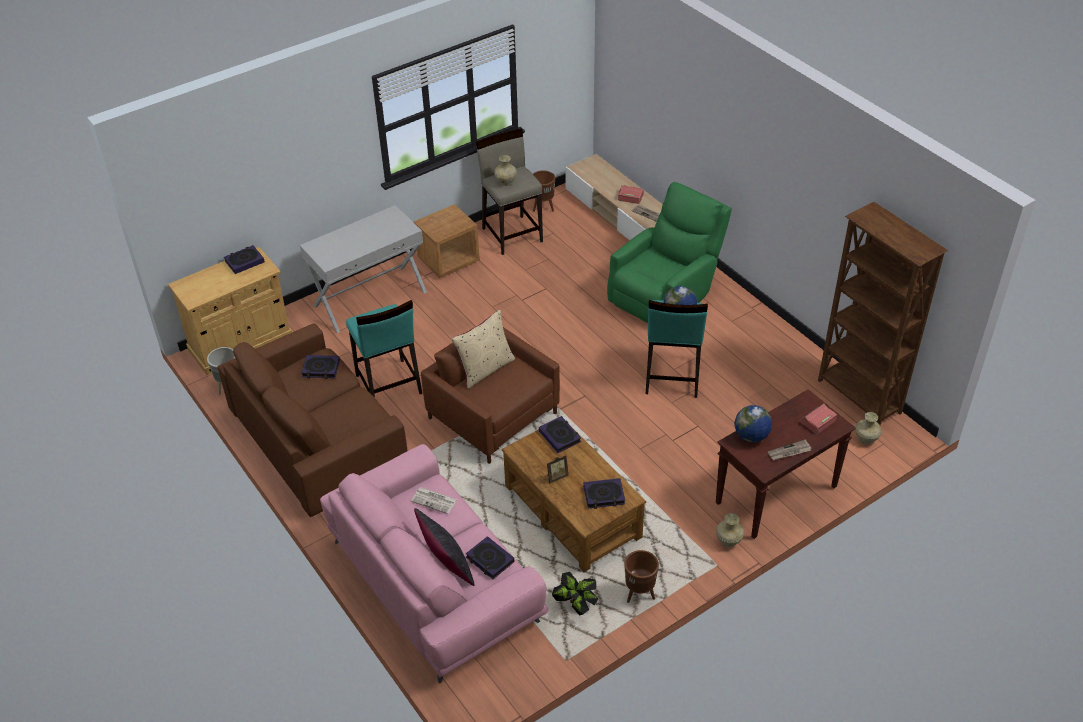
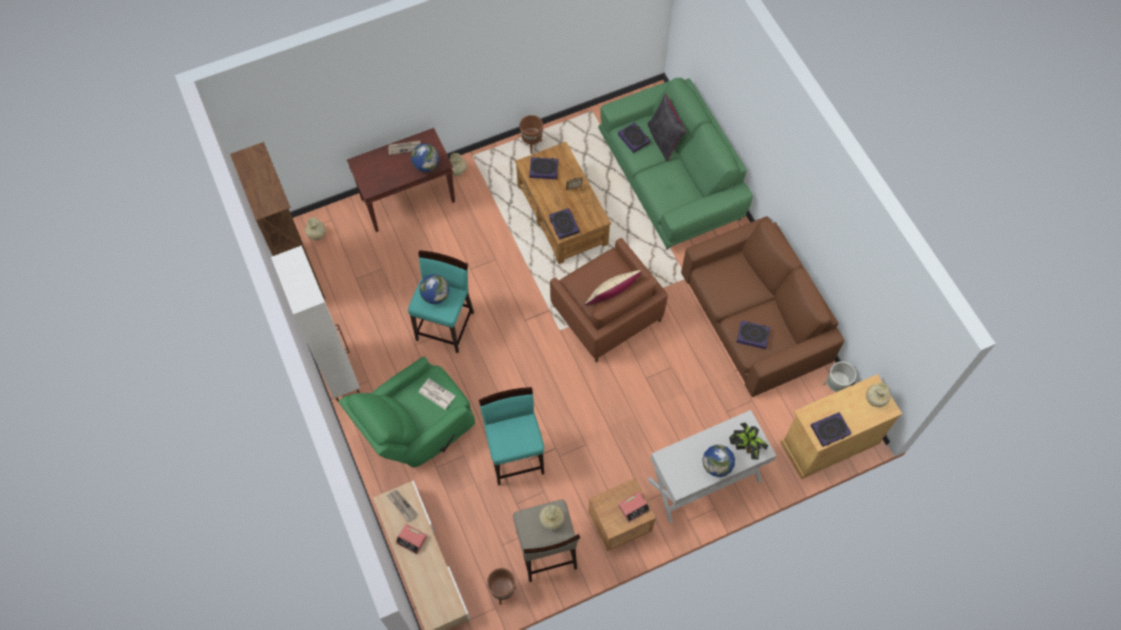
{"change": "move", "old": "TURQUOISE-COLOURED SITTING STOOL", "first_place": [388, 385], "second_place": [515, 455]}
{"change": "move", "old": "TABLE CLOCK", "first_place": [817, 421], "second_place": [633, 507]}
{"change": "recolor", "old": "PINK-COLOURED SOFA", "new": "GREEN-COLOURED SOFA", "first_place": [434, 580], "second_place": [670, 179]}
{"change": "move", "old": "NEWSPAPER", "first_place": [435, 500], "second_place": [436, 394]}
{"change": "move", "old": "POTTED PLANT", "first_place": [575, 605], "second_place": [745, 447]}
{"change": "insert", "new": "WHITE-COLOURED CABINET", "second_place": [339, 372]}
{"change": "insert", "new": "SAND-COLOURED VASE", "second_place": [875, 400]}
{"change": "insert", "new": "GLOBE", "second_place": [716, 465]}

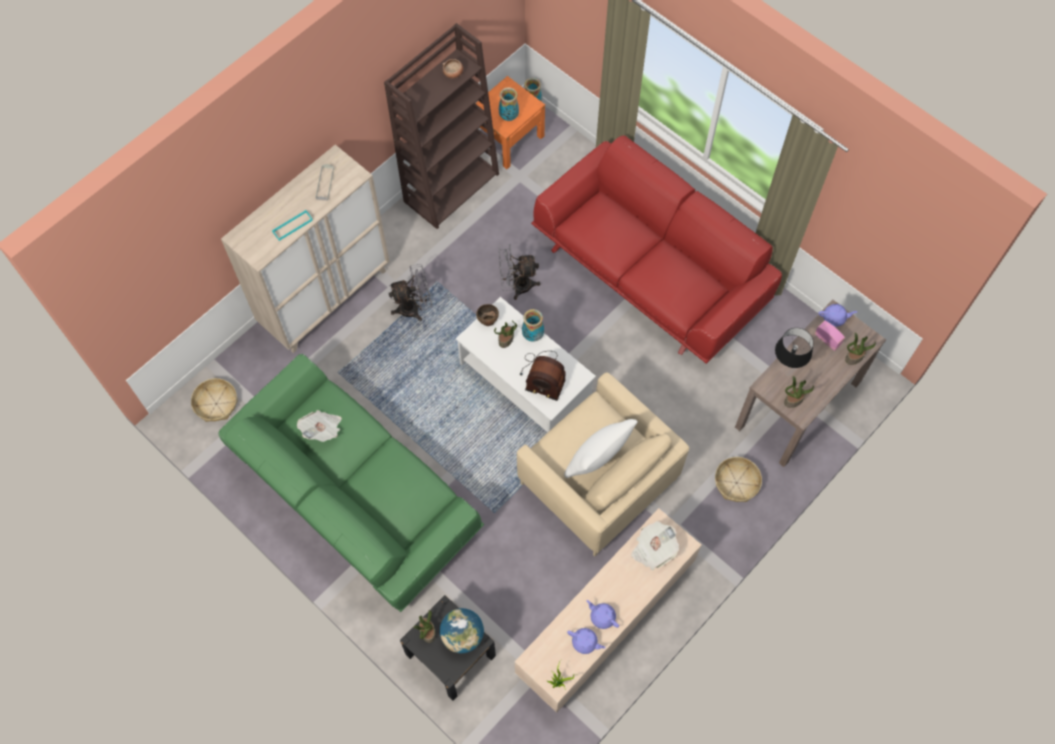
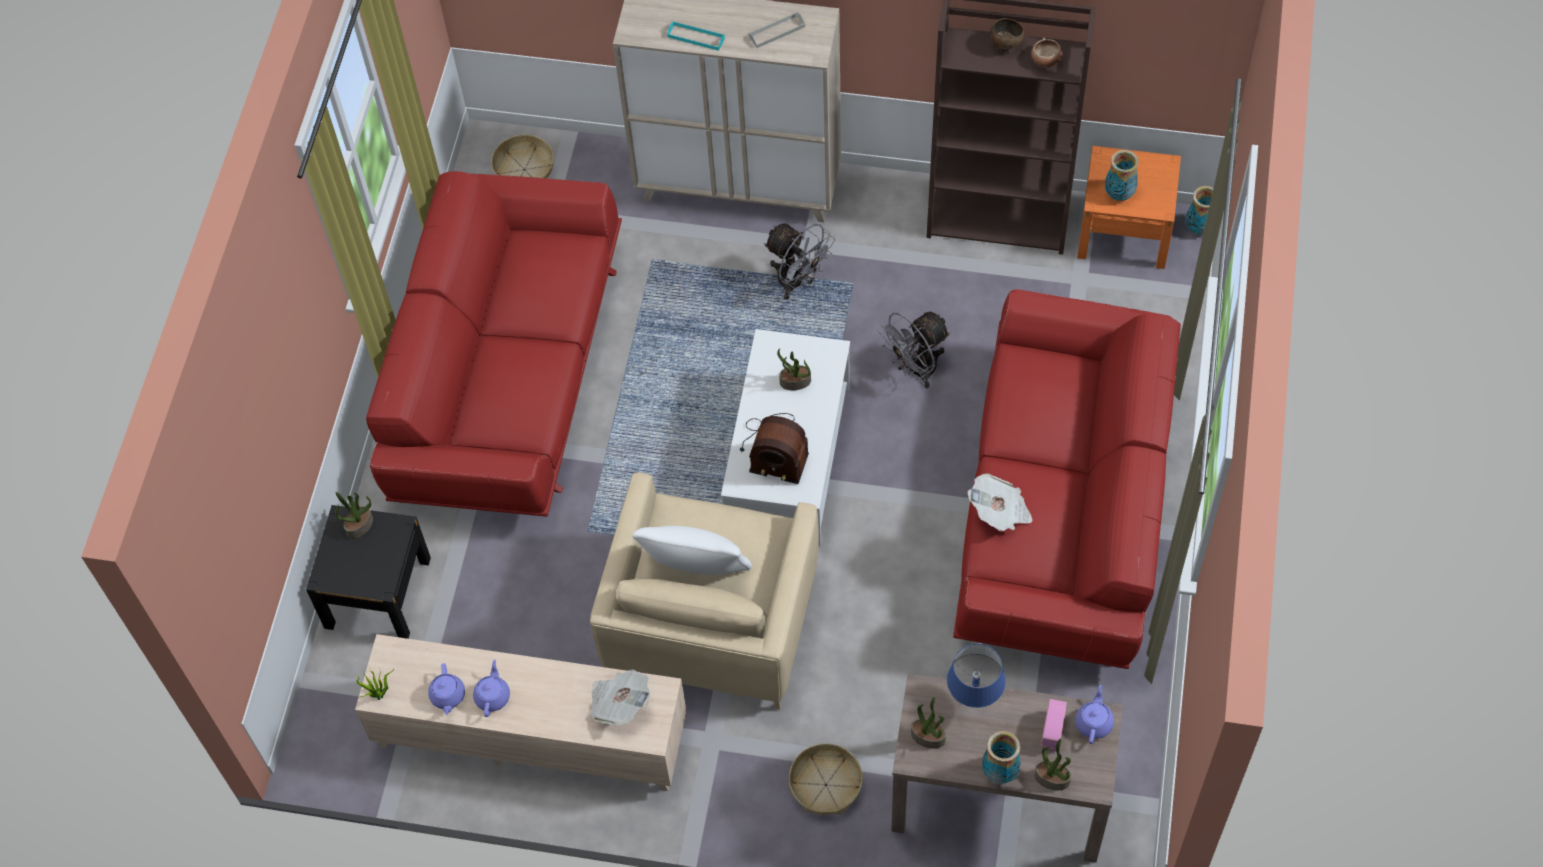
{"change": "rotate", "old": "GRAY COOLING FAN", "first_place": [516, 286], "second_place": [915, 370], "degrees": -90}
{"change": "move", "old": "BROWN DEEP DISH", "first_place": [487, 320], "second_place": [1005, 46]}
{"change": "rotate", "old": "PURPLISH TEAPOT", "first_place": [834, 318], "second_place": [1094, 722], "degrees": -135}
{"change": "move", "old": "VASE", "first_place": [532, 335], "second_place": [1000, 771]}
{"change": "recolor", "old": "BLACKISH LAMP FOR A TABLE", "new": "BLUE-COLOURED LAMP FOR A TABLE", "first_place": [787, 365], "second_place": [974, 702]}
{"change": "rotate", "old": "RADIO", "first_place": [542, 376], "second_place": [774, 450], "degrees": -60}
{"change": "recolor", "old": "GREEN-COLOURED SOFA", "new": "REDDISH SOFA", "first_place": [354, 495], "second_place": [508, 374]}
{"change": "move", "old": "NEWSPAPER", "first_place": [322, 430], "second_place": [1000, 512]}
{"change": "delete", "old": "GLOBE", "first_place": [462, 635]}

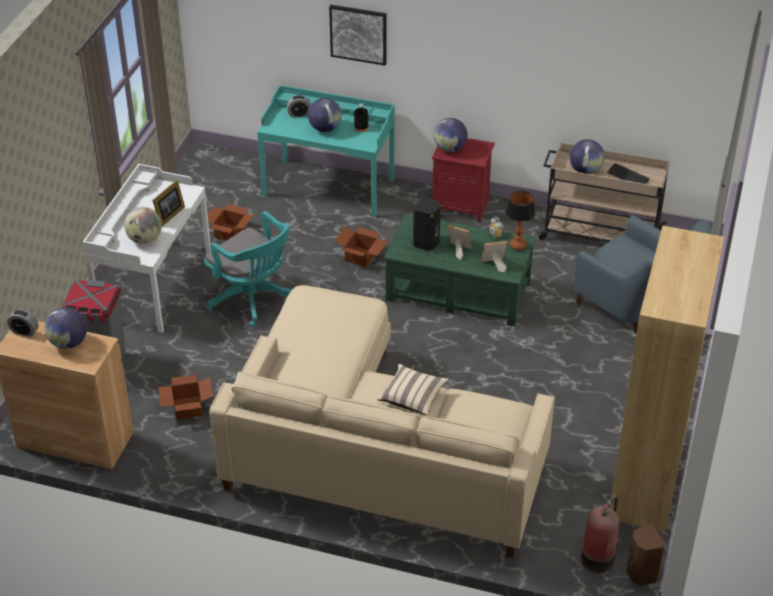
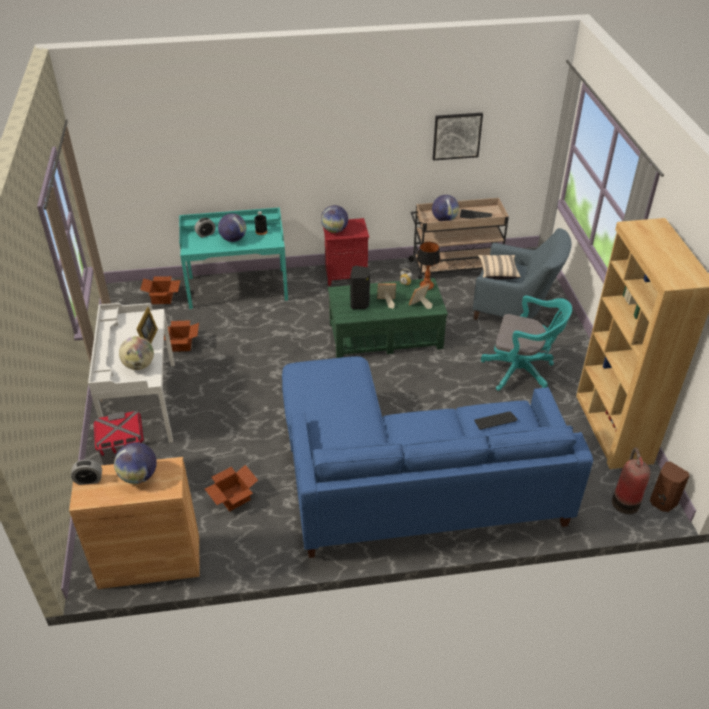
{"change": "move", "old": "WALL PICTURE", "first_place": [358, 34], "second_place": [456, 136]}
{"change": "move", "old": "TURQUOISE-COLOURED DESK CHAIR", "first_place": [253, 300], "second_place": [521, 371]}
{"change": "move", "old": "CARDBOARD BOX", "first_place": [361, 257], "second_place": [163, 298]}
{"change": "recolor", "old": "SAND-COLOURED SOFA", "new": "BLUE-COLOURED SOFA", "first_place": [373, 450], "second_place": [406, 479]}
{"change": "move", "old": "SAND-COLOURED CUSHION", "first_place": [413, 397], "second_place": [498, 272]}
{"change": "insert", "new": "KEYBOARD", "second_place": [495, 421]}

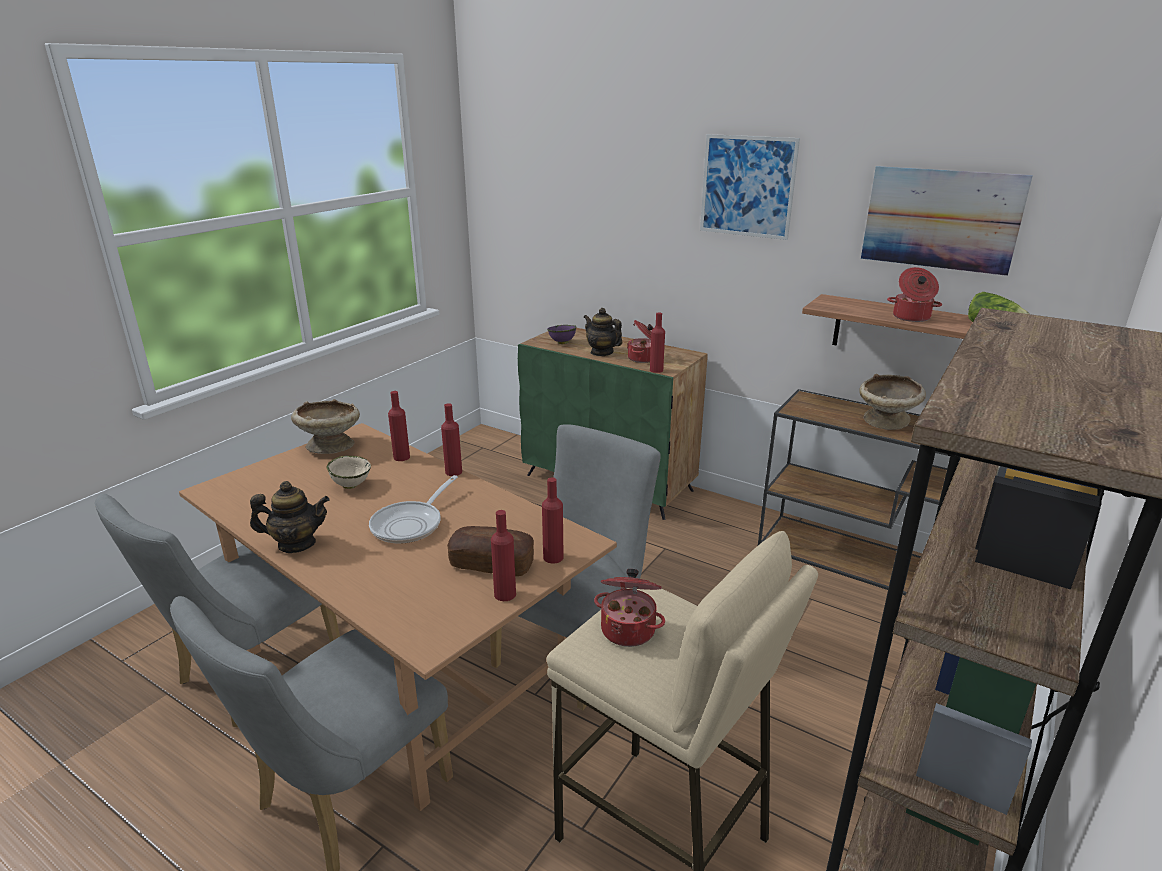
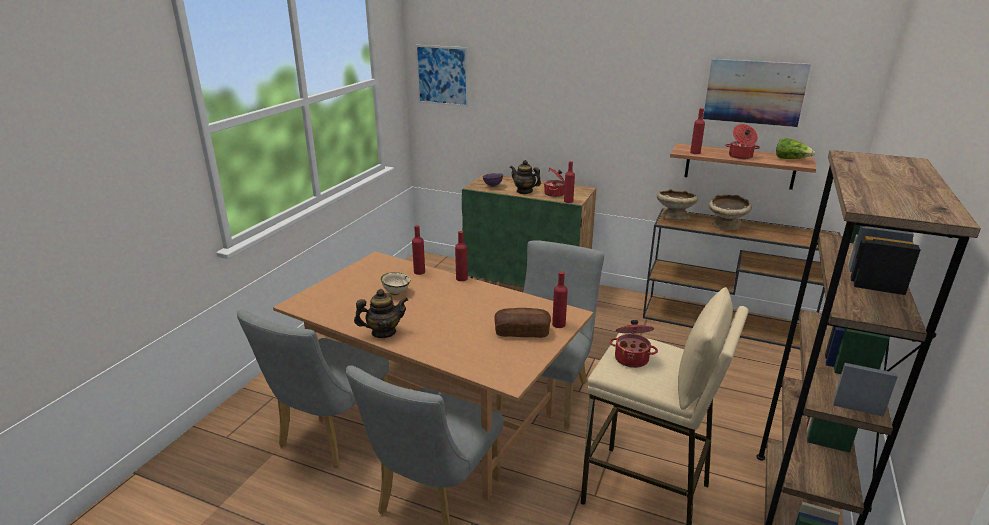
{"change": "move", "old": "WALL PICTURE", "first_place": [747, 186], "second_place": [442, 75]}
{"change": "move", "old": "SAND-COLOURED DEEP DISH", "first_place": [330, 446], "second_place": [674, 217]}
{"change": "delete", "old": "SKILLET", "first_place": [411, 524]}
{"change": "move", "old": "REDDISH DRINK BOTTLE", "first_place": [505, 594], "second_place": [695, 152]}

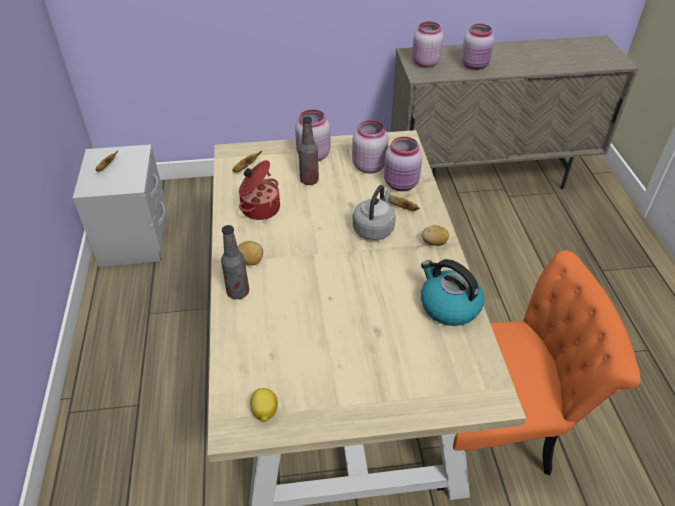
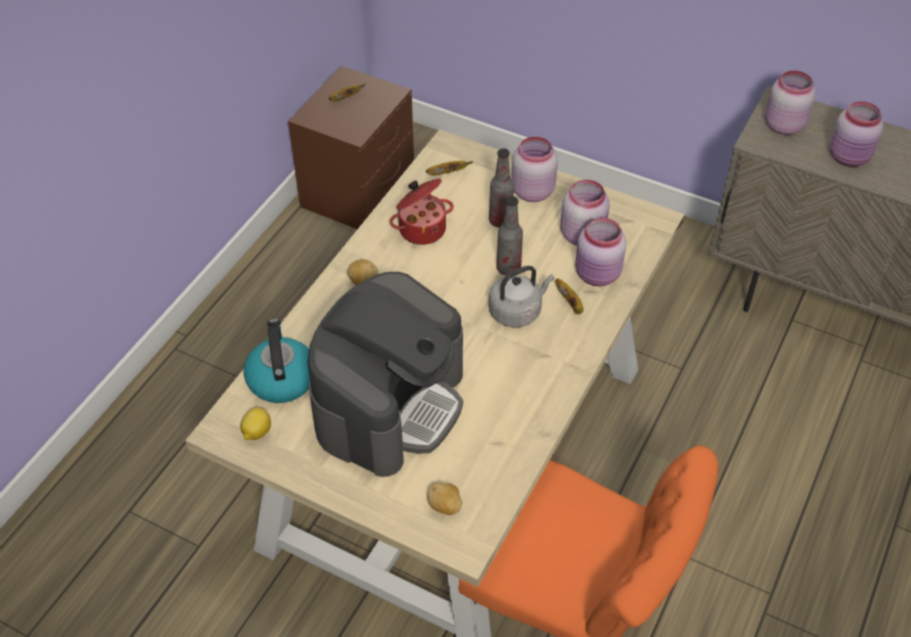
{"change": "recolor", "old": "GRAY NIGHTSTAND", "new": "BROWN NIGHTSTAND", "first_place": [134, 238], "second_place": [357, 191]}
{"change": "move", "old": "DRINK BOTTLE", "first_place": [238, 292], "second_place": [508, 268]}
{"change": "move", "old": "POTATO", "first_place": [434, 243], "second_place": [445, 506]}
{"change": "move", "old": "WATER KETTLE", "first_place": [448, 306], "second_place": [281, 378]}
{"change": "insert", "new": "COFFEE MAKER", "second_place": [390, 404]}

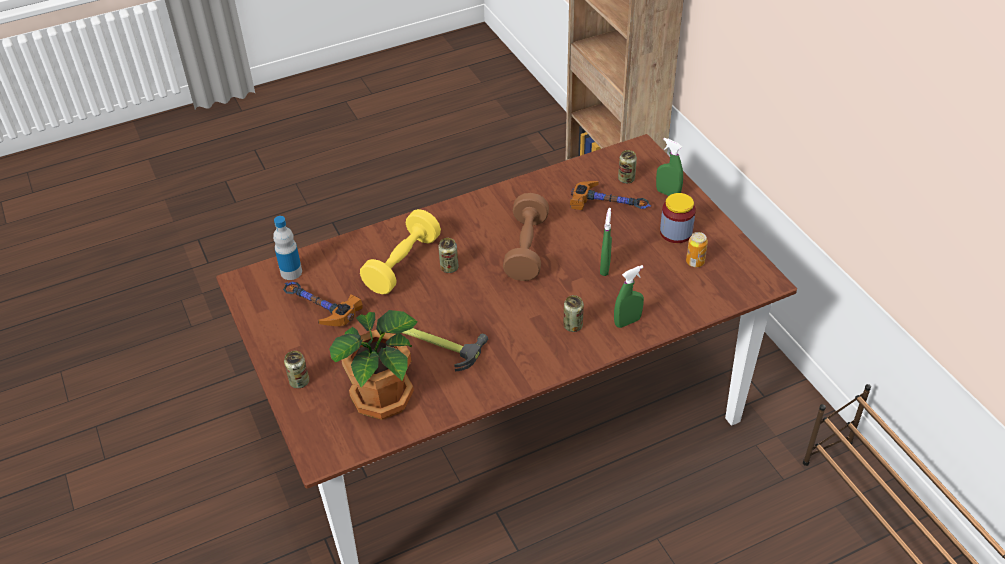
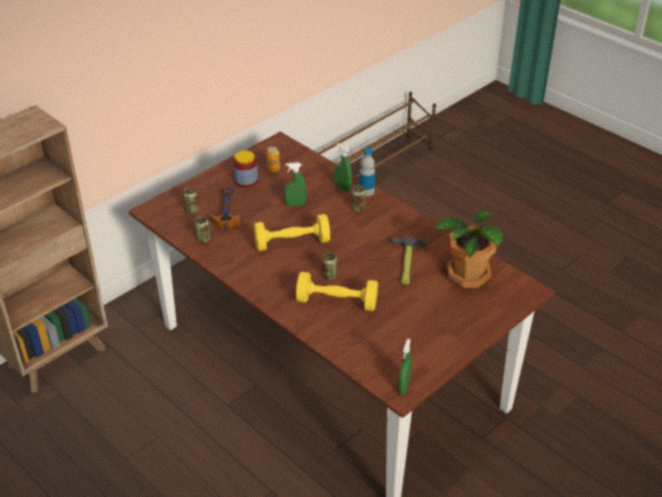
{"change": "move", "old": "GREEN-COLOURED HAND SPRAYER", "first_place": [667, 193], "second_place": [403, 387]}
{"change": "recolor", "old": "BROWN FREE WEIGHT", "new": "YELLOW-COLOURED FREE WEIGHT", "first_place": [526, 249], "second_place": [292, 243]}
{"change": "move", "old": "DRINK BOTTLE", "first_place": [291, 272], "second_place": [366, 191]}
{"change": "delete", "old": "TOOL HAMMER", "first_place": [318, 309]}
{"change": "move", "old": "METAL CAN", "first_place": [299, 381], "second_place": [203, 239]}

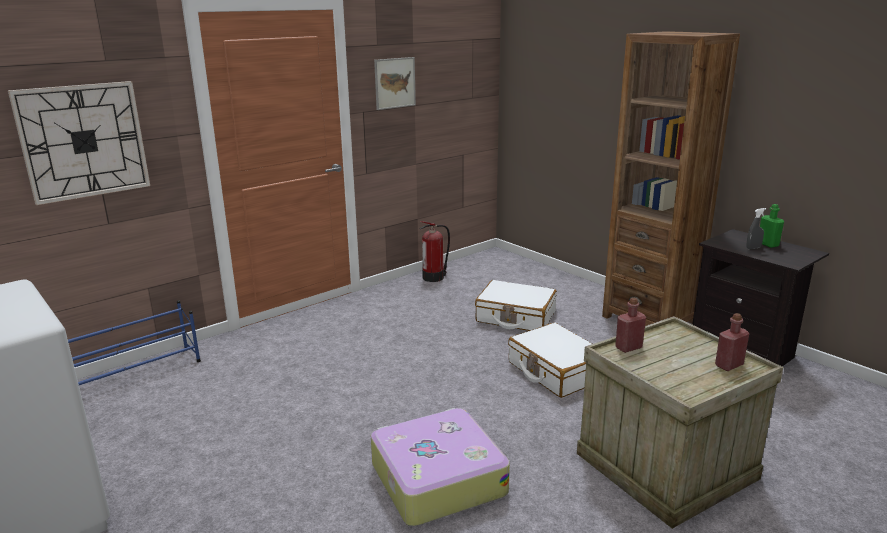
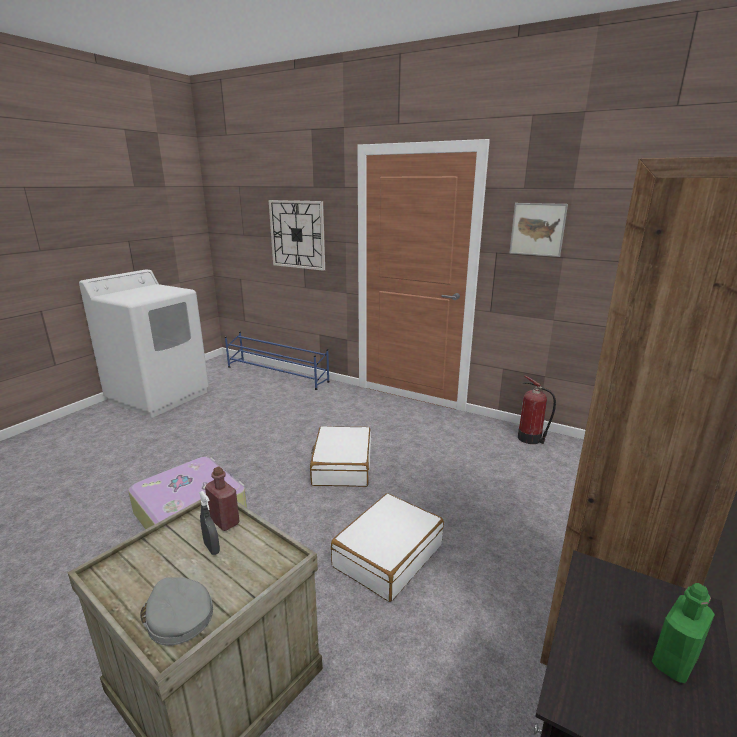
{"change": "move", "old": "GRAY HAND SPRAYER", "first_place": [753, 248], "second_place": [212, 548]}
{"change": "move", "old": "WHITE-COLOURED TRAVEL CASE", "first_place": [515, 317], "second_place": [342, 466]}
{"change": "replace", "old": "REDDISH DRINK BOTTLE", "new": "GRAY BASEBALL CAP", "first_place": [729, 365], "second_place": [177, 615]}

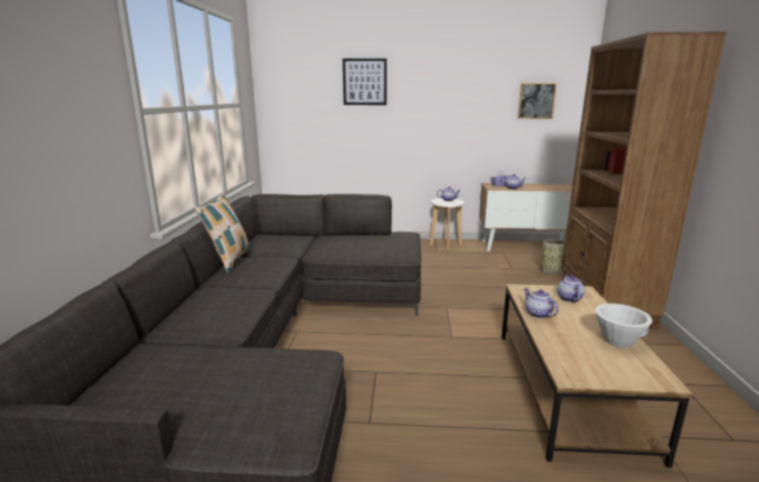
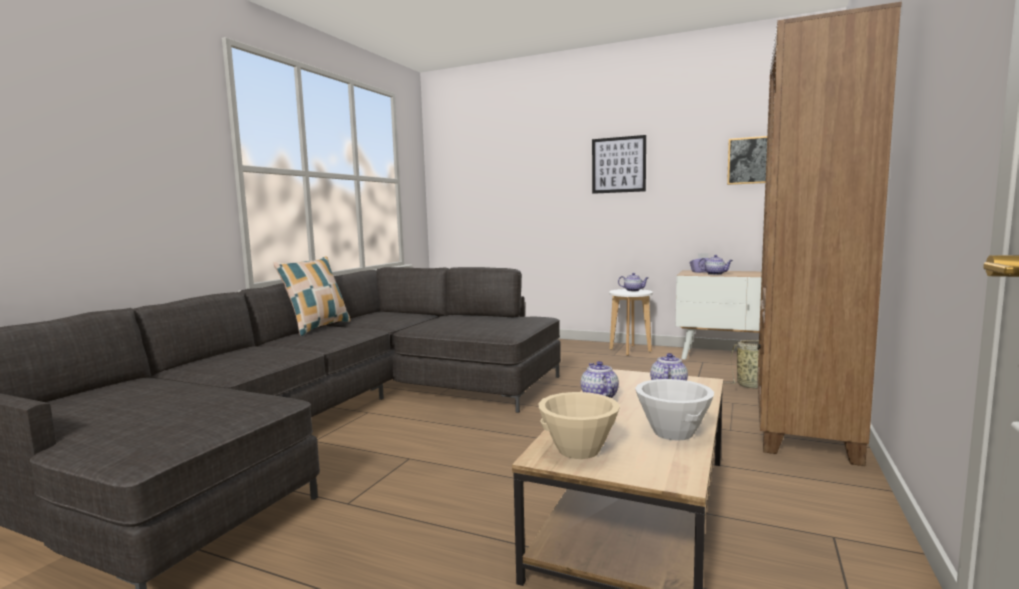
{"change": "move", "old": "WALL PICTURE", "first_place": [364, 82], "second_place": [618, 165]}
{"change": "insert", "new": "SAND-COLOURED DEEP DISH", "second_place": [578, 450]}

